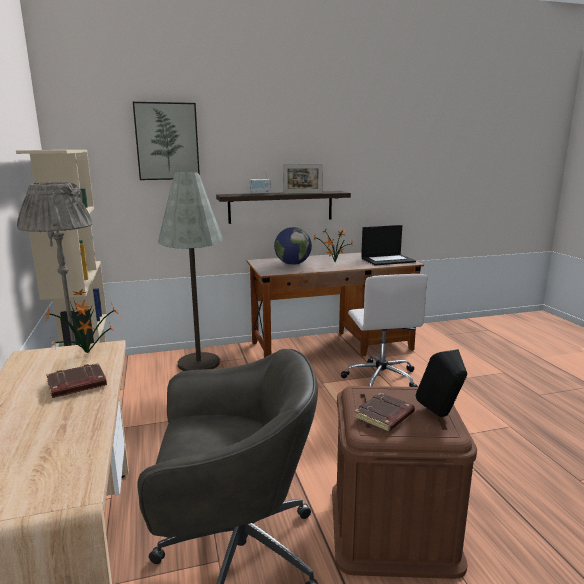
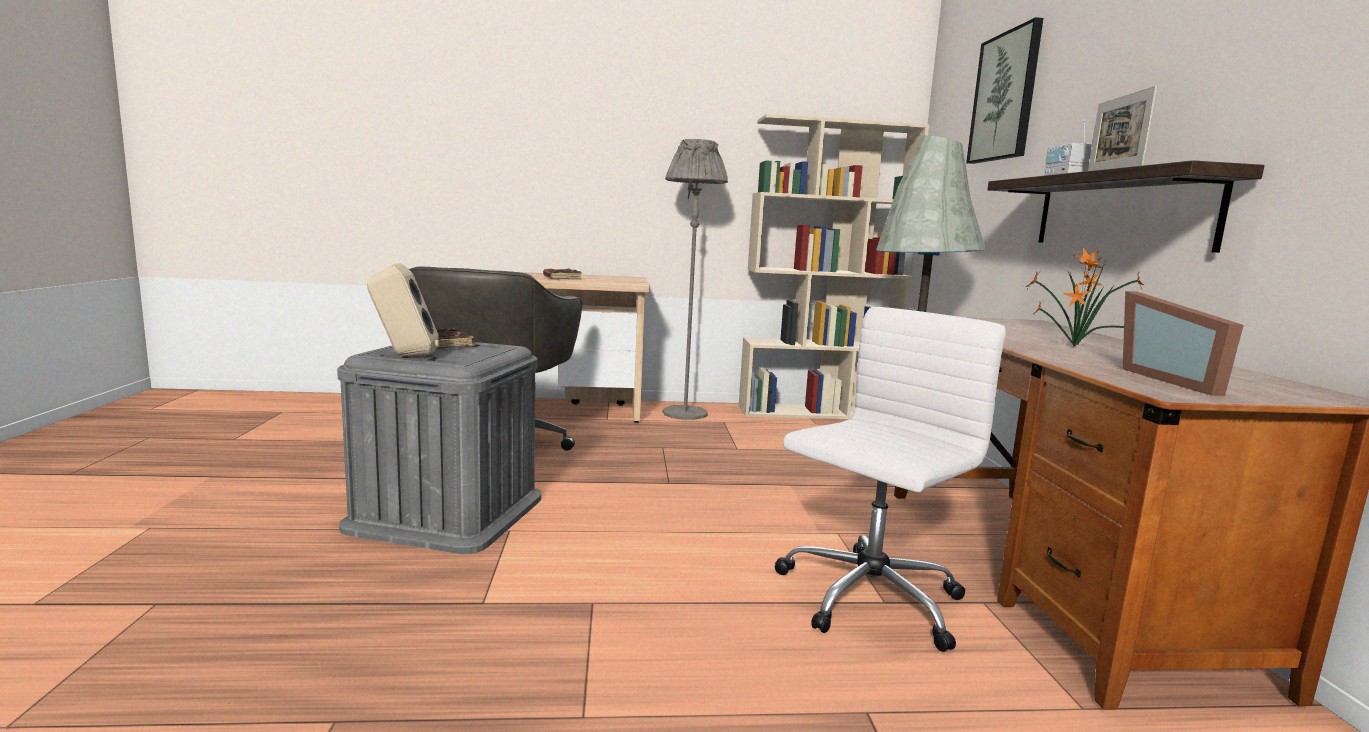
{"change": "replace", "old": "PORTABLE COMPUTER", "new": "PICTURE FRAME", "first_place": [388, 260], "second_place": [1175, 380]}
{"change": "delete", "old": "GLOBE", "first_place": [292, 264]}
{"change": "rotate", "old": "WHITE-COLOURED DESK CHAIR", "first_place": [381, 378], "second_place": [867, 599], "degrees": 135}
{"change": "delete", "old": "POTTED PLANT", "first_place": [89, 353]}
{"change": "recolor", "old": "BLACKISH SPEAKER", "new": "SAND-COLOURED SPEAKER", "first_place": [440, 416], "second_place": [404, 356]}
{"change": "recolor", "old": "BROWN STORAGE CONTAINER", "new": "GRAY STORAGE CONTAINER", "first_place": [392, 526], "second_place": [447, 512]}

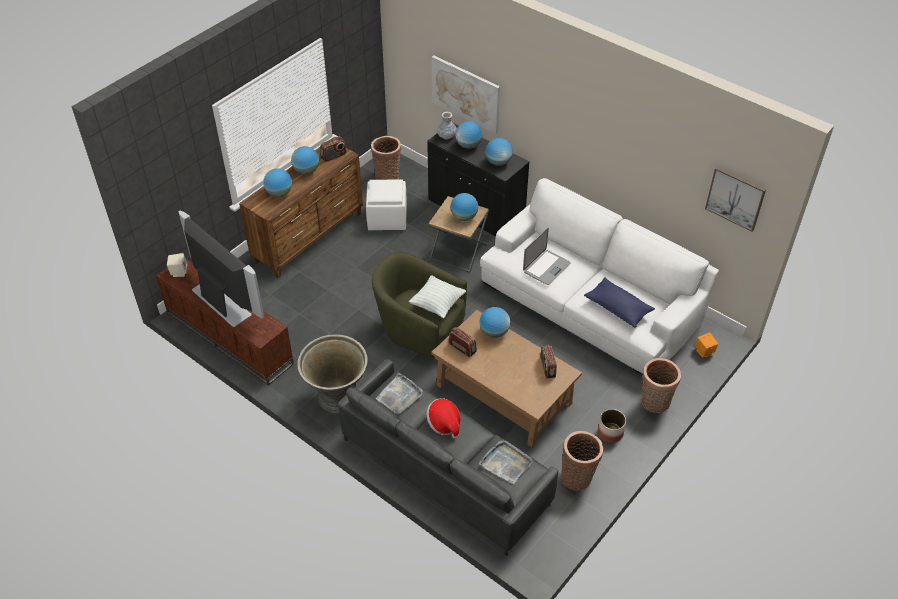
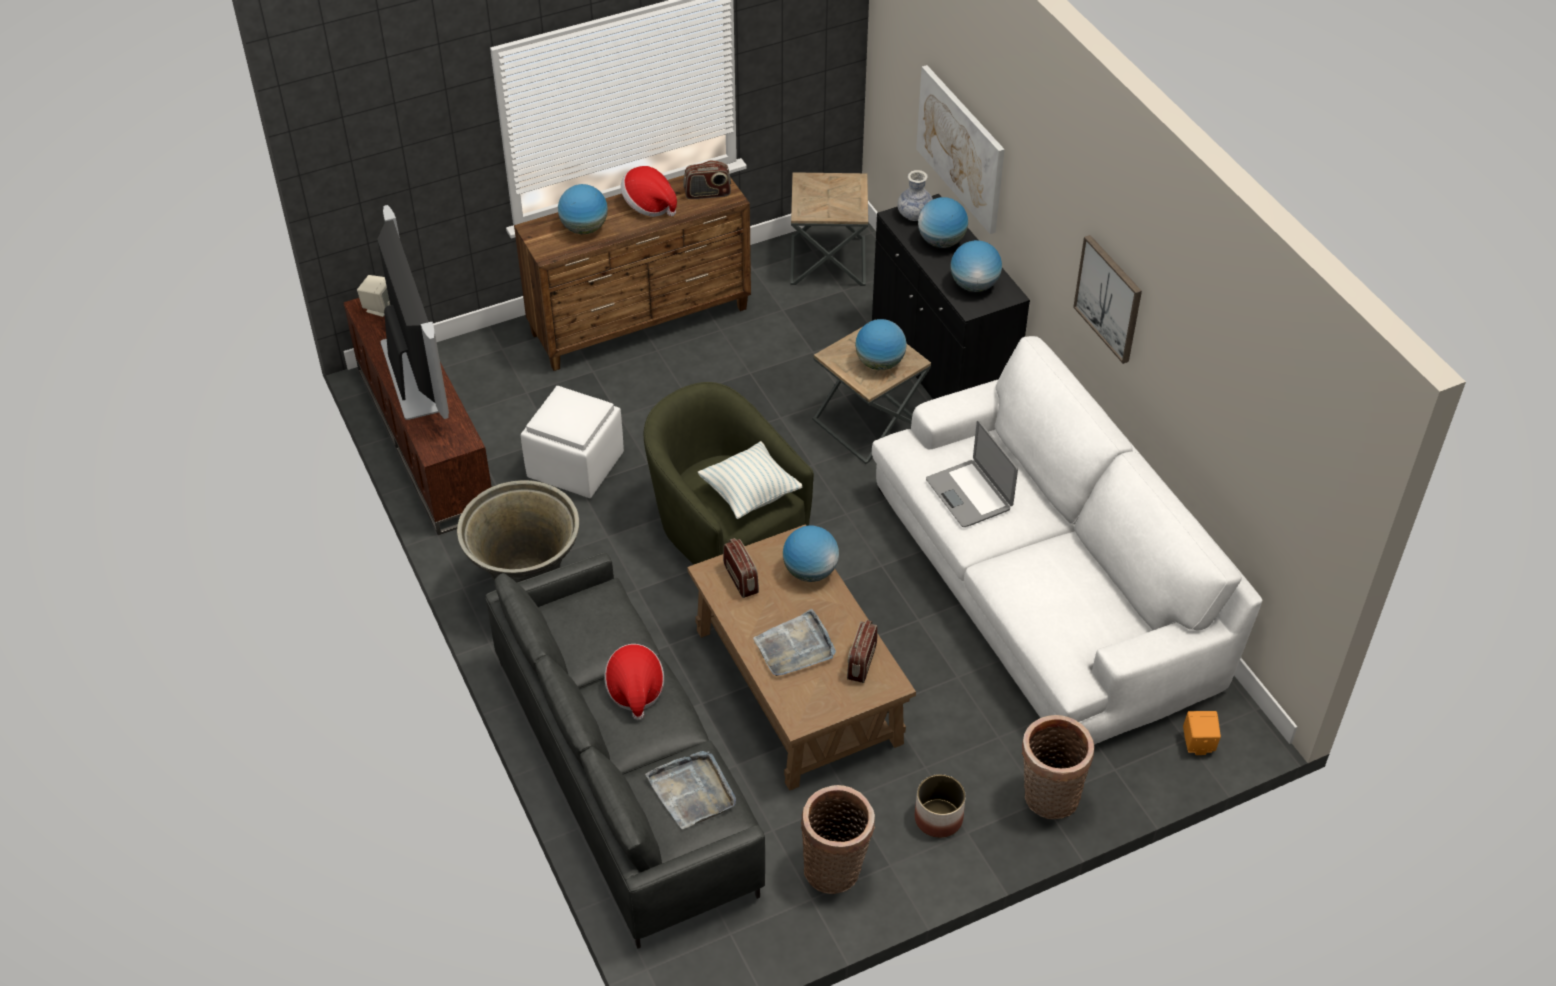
{"change": "replace", "old": "STORAGE BASKET", "new": "BROWN ACCENT TABLE", "first_place": [387, 177], "second_place": [828, 261]}
{"change": "replace", "old": "GLOBE", "new": "CLOTHING HAT", "first_place": [306, 171], "second_place": [649, 205]}
{"change": "move", "old": "WALL PICTURE", "first_place": [735, 198], "second_place": [1109, 298]}
{"change": "move", "old": "WHITE-COLOURED OTTOMAN", "first_place": [387, 218], "second_place": [576, 465]}
{"change": "rotate", "old": "PORTABLE COMPUTER", "first_place": [546, 267], "second_place": [969, 494], "degrees": 90}
{"change": "delete", "old": "BLUE-COLOURED CUSHION", "first_place": [618, 308]}
{"change": "move", "old": "GRAY SERVING TRAY", "first_place": [399, 396], "second_place": [795, 647]}

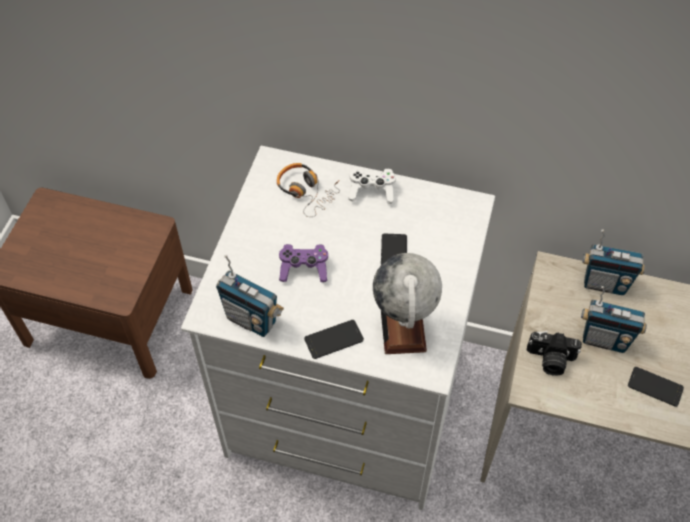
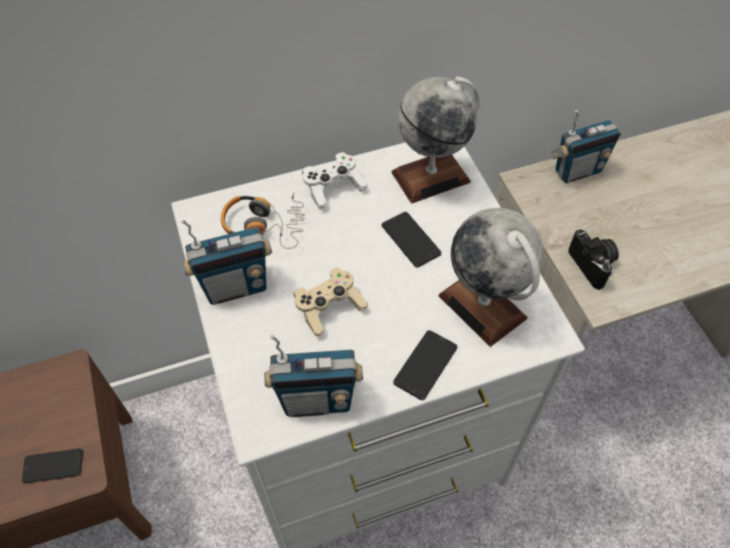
{"change": "recolor", "old": "PURPLISH JOYPAD", "new": "SAND-COLOURED JOYPAD", "first_place": [304, 269], "second_place": [329, 308]}
{"change": "move", "old": "RADIO", "first_place": [604, 339], "second_place": [236, 287]}
{"change": "rotate", "old": "PHOTO CAMERA", "first_place": [550, 360], "second_place": [593, 265], "degrees": -90}
{"change": "move", "old": "PHONE", "first_place": [655, 387], "second_place": [53, 466]}
{"change": "insert", "new": "GLOBE", "second_place": [431, 176]}

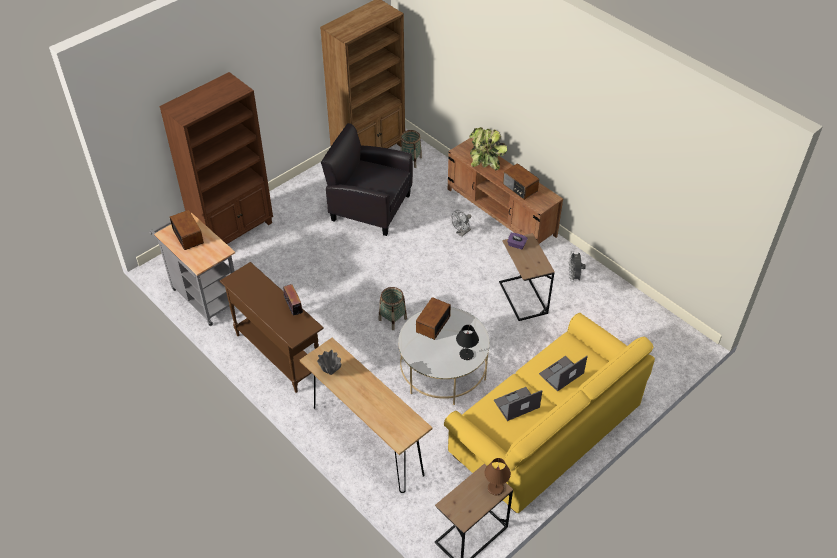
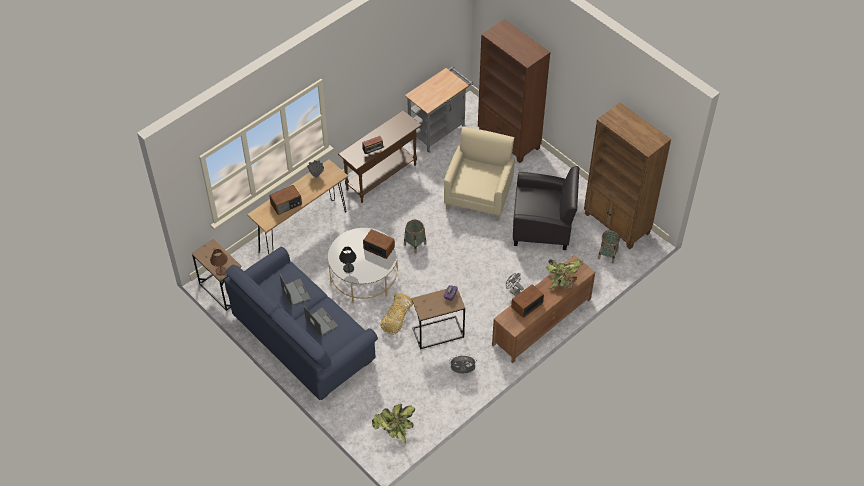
{"change": "rotate", "old": "BLACKISH EASY CHAIR", "first_place": [370, 207], "second_place": [542, 226], "degrees": 75}
{"change": "move", "old": "RADIO", "first_place": [188, 236], "second_place": [286, 204]}
{"change": "recolor", "old": "YELLOW-COLOURED SOFA", "new": "BLUE-COLOURED SOFA", "first_place": [544, 431], "second_place": [303, 338]}
{"change": "insert", "new": "SAND-COLOURED EASY CHAIR", "second_place": [479, 195]}
{"change": "insert", "new": "STORAGE BASKET", "second_place": [396, 320]}
{"change": "insert", "new": "POTTED PLANT", "second_place": [395, 430]}

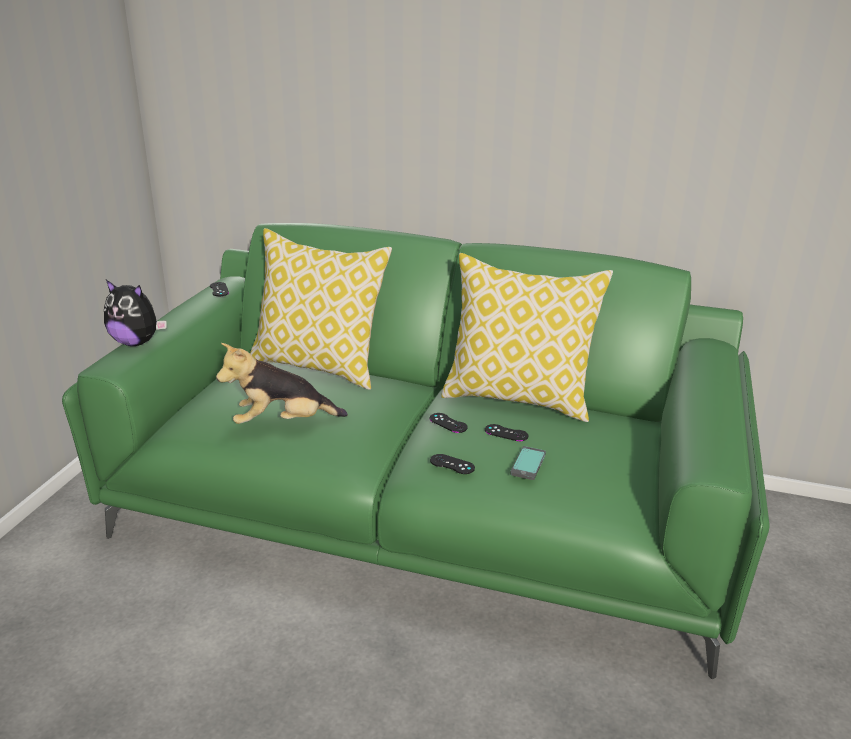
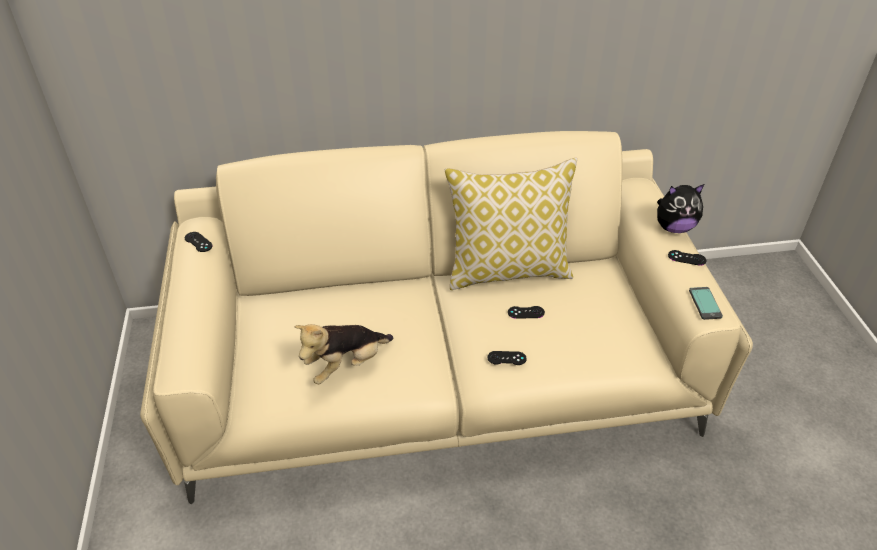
{"change": "recolor", "old": "GREEN-COLOURED SOFA", "new": "SAND-COLOURED SOFA", "first_place": [425, 514], "second_place": [440, 375]}
{"change": "delete", "old": "CUSHION", "first_place": [319, 366]}
{"change": "move", "old": "PLUSH TOY", "first_place": [136, 342], "second_place": [674, 228]}
{"change": "move", "old": "BLACKISH JOYPAD", "first_place": [448, 423], "second_place": [687, 258]}
{"change": "move", "old": "PHONE", "first_place": [528, 464], "second_place": [705, 304]}

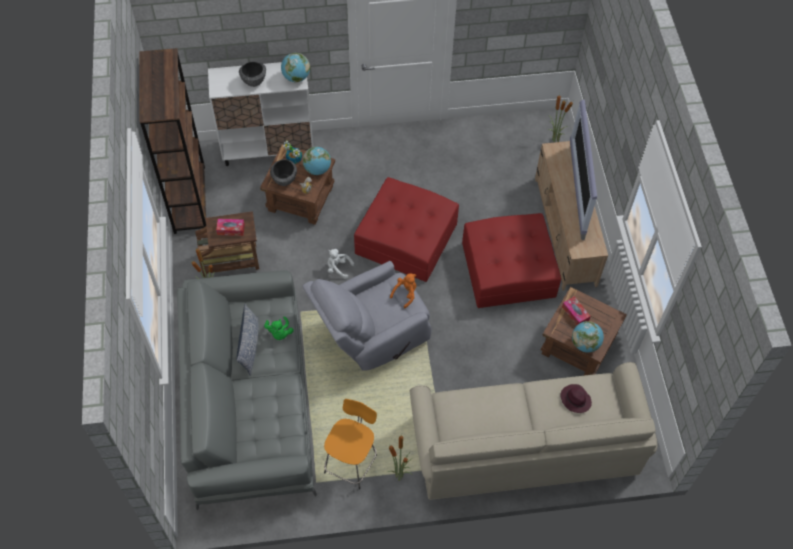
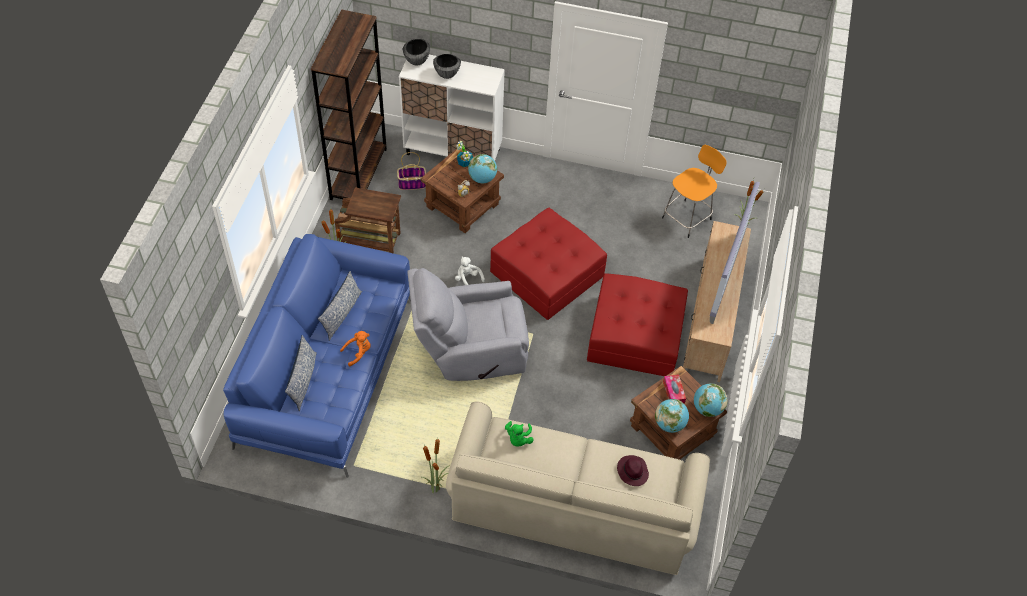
{"change": "move", "old": "GLOBE", "first_place": [296, 77], "second_place": [707, 409]}
{"change": "move", "old": "DEEP DISH", "first_place": [284, 180], "second_place": [417, 61]}
{"change": "delete", "old": "TISSUE HOLDER", "first_place": [231, 229]}
{"change": "recolor", "old": "GRAY SOFA", "new": "BLUE-COLOURED SOFA", "first_place": [250, 400], "second_place": [328, 369]}
{"change": "move", "old": "ORANGE-COLOURED PLUSH TOY", "first_place": [405, 294], "second_place": [358, 352]}
{"change": "move", "old": "GREEN-COLOURED PLUSH TOY", "first_place": [279, 333], "second_place": [518, 439]}
{"change": "move", "old": "ORANGE-COLOURED SITTING STOOL", "first_place": [351, 462], "second_place": [688, 217]}
{"change": "insert", "new": "STORAGE BASKET", "second_place": [412, 183]}
{"change": "insert", "new": "CUSHION", "second_place": [303, 380]}

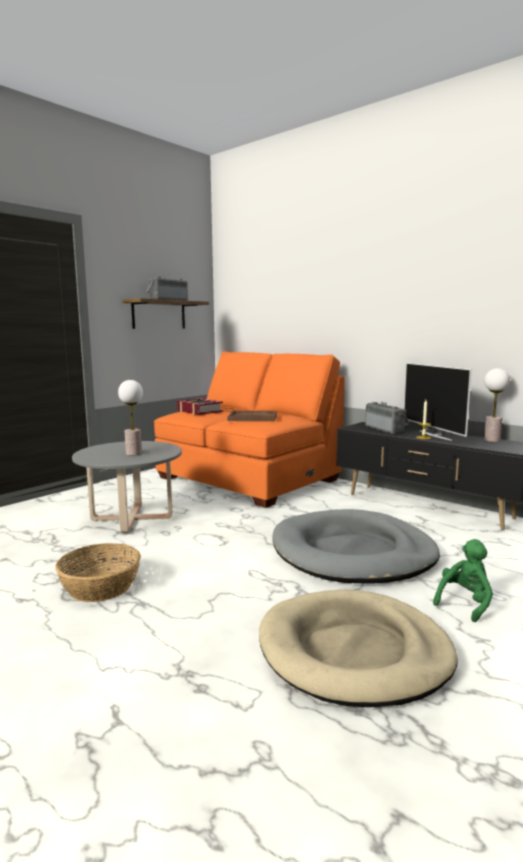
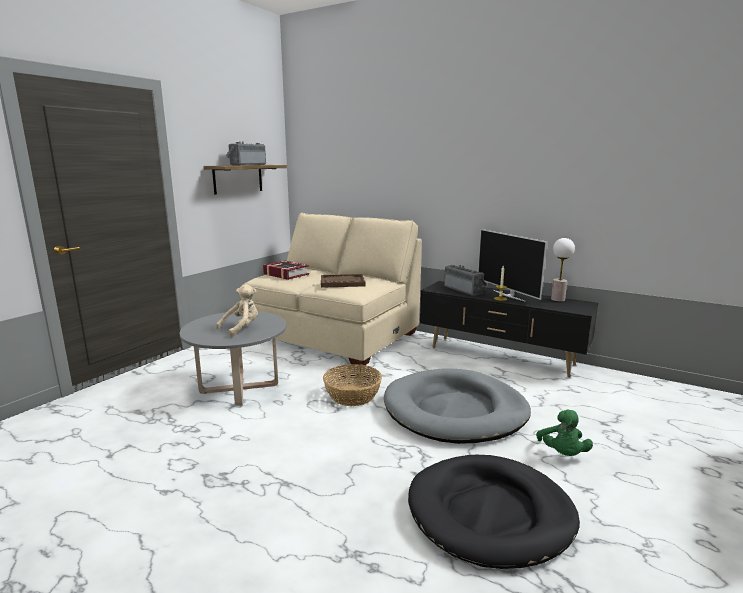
{"change": "recolor", "old": "ORANGE-COLOURED SOFA", "new": "SAND-COLOURED SOFA", "first_place": [247, 479], "second_place": [333, 335]}
{"change": "replace", "old": "LAMP FOR A TABLE", "new": "SAND-COLOURED PLUSH TOY", "first_place": [134, 453], "second_place": [241, 328]}
{"change": "rotate", "old": "GREEN-COLOURED PLUSH TOY", "first_place": [465, 603], "second_place": [562, 454], "degrees": 150}
{"change": "move", "old": "STORAGE BASKET", "first_place": [100, 586], "second_place": [352, 395]}
{"change": "recolor", "old": "SAND-COLOURED DOG CUSHION", "new": "BLACKISH DOG CUSHION", "first_place": [354, 652], "second_place": [490, 513]}

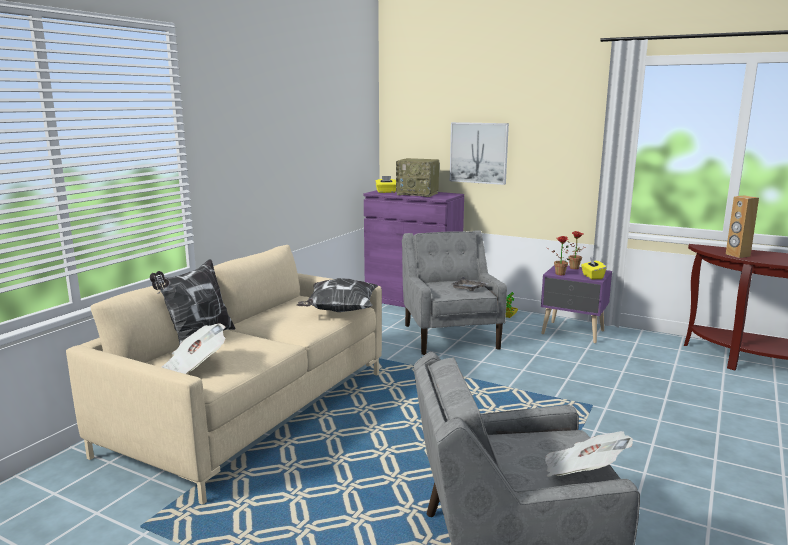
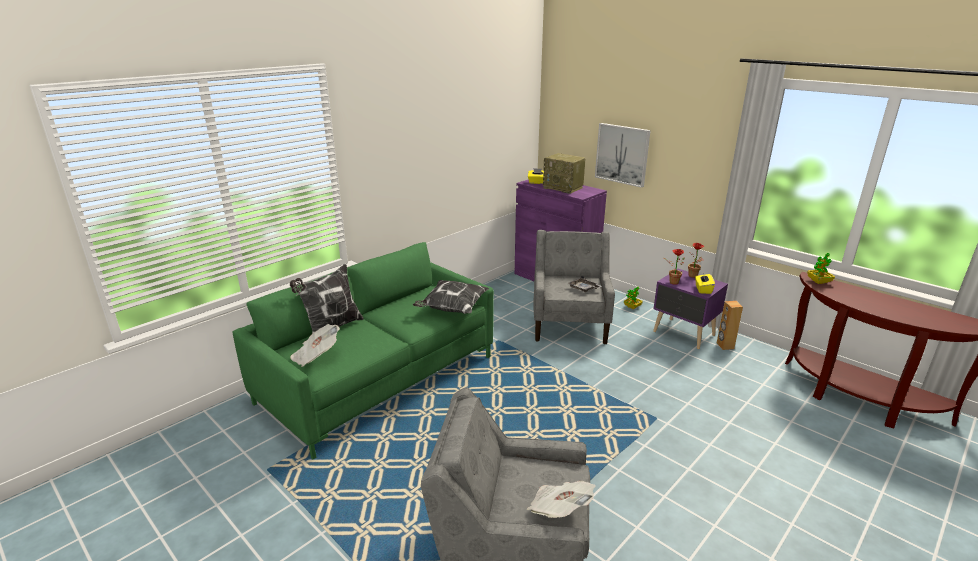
{"change": "move", "old": "BROWN SPEAKER", "first_place": [737, 255], "second_place": [725, 346]}
{"change": "recolor", "old": "SAND-COLOURED SOFA", "new": "GREEN-COLOURED SOFA", "first_place": [252, 411], "second_place": [379, 379]}
{"change": "insert", "new": "POTTED PLANT", "second_place": [818, 281]}

